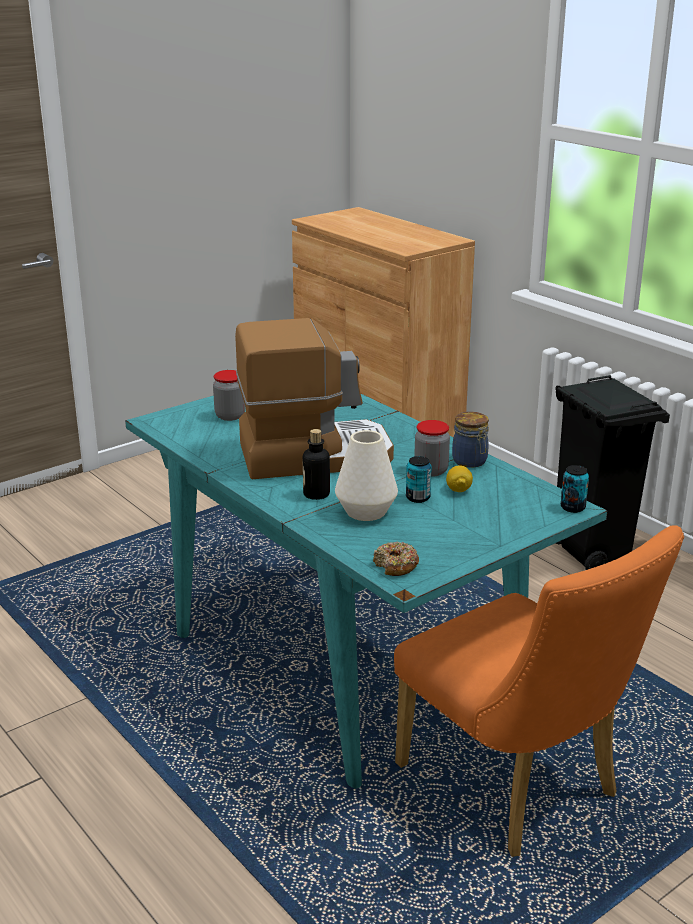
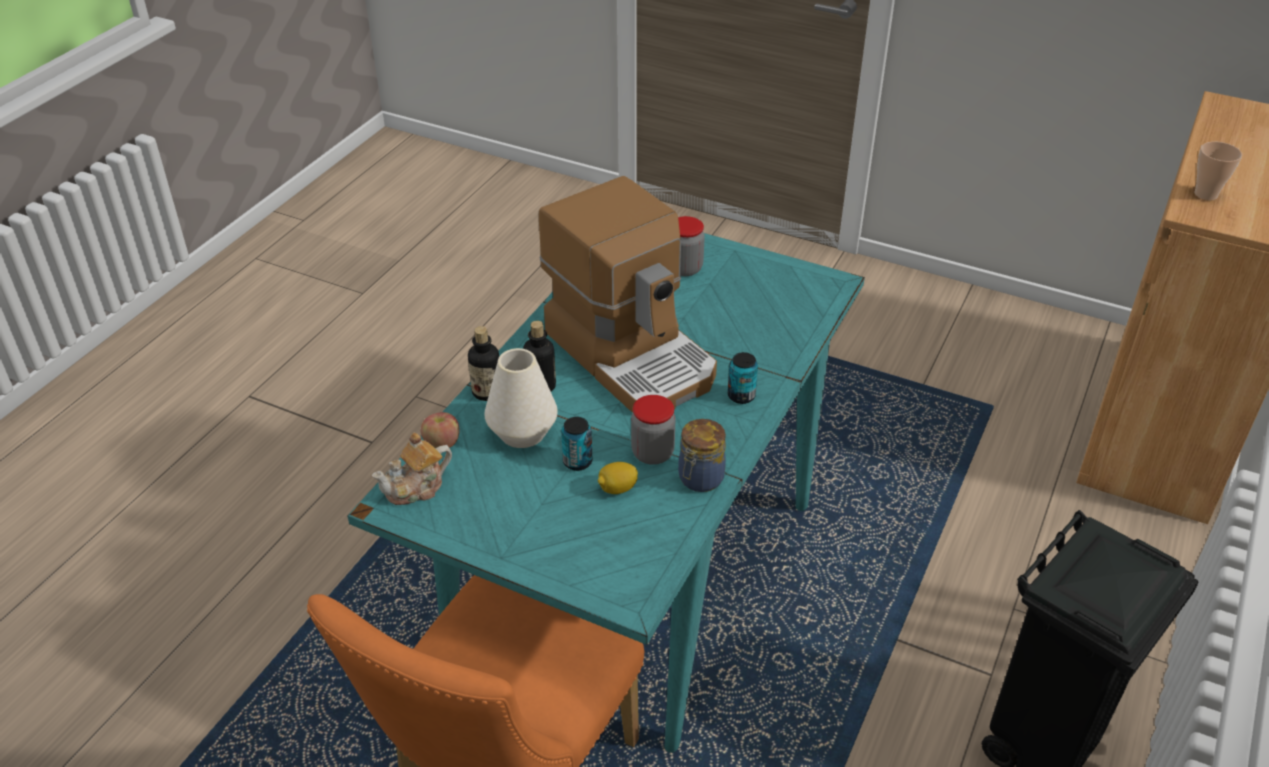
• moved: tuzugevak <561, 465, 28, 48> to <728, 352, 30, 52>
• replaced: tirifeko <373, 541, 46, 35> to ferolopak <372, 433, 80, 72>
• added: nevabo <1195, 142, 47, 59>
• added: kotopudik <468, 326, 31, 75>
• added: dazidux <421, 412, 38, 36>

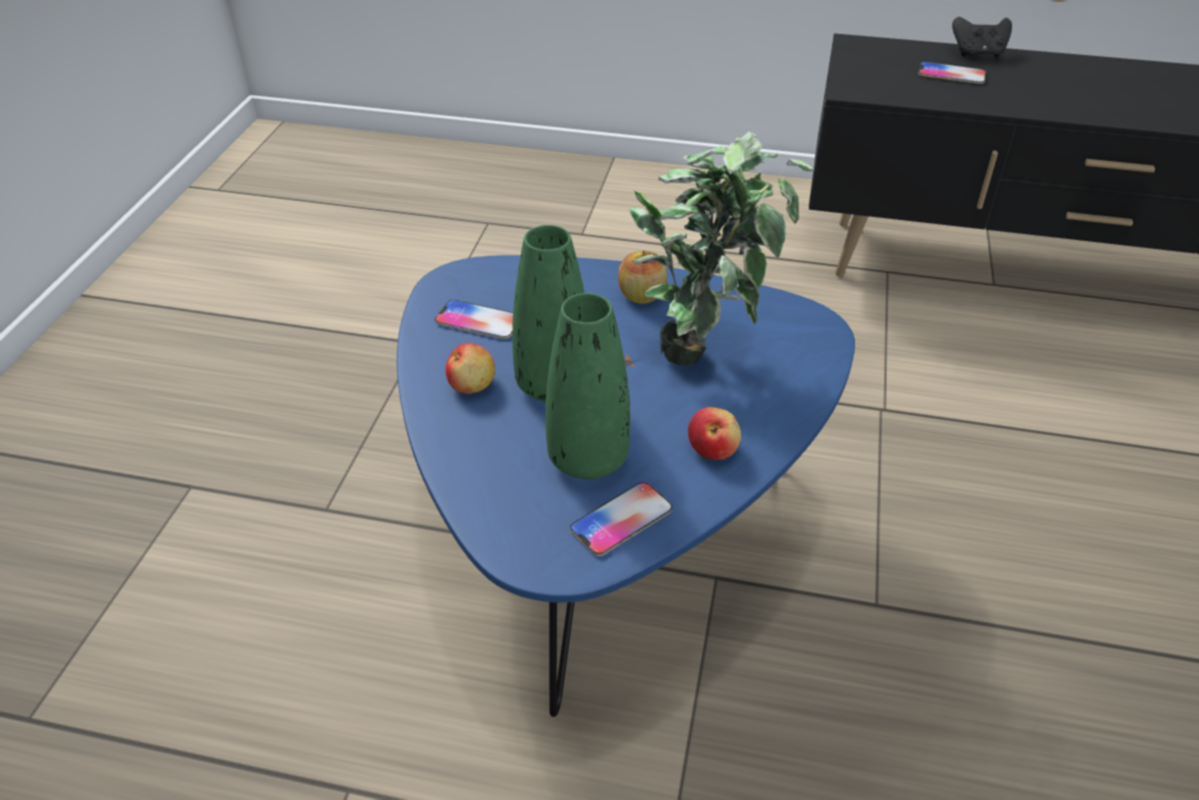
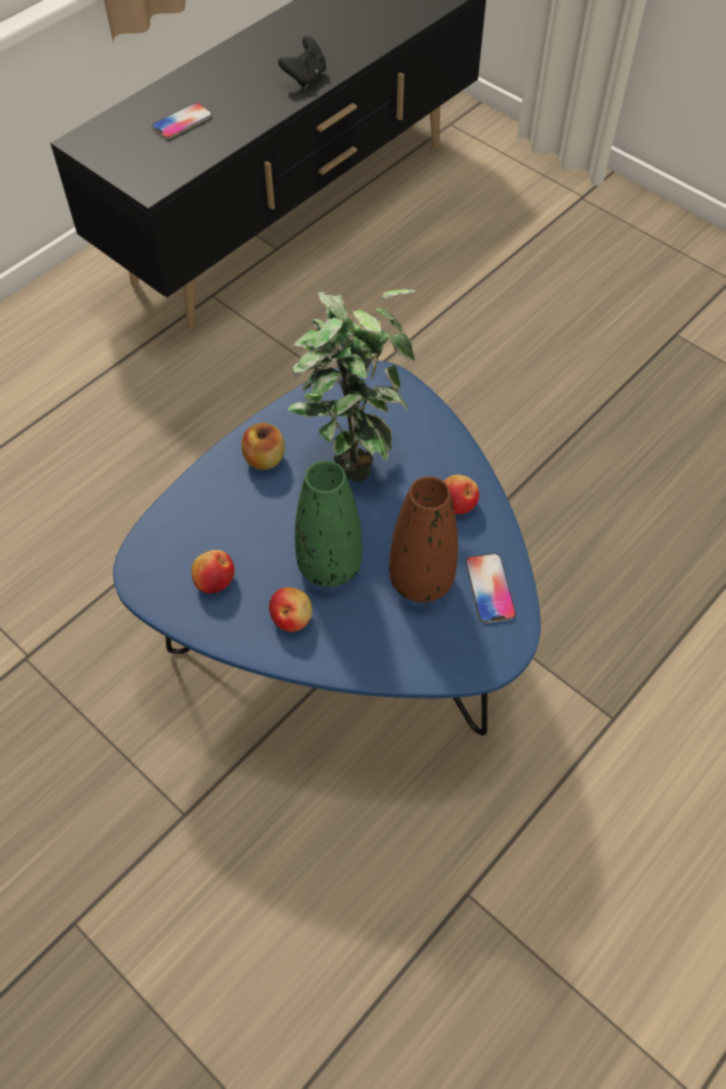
• moved: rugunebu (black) <952, 17, 60, 41> to <278, 36, 48, 51>
• recoloured: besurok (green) <545, 293, 85, 186> to besurok (brown) <389, 476, 69, 126>
• replaced: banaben <435, 300, 78, 39> to dazidux <192, 550, 43, 43>

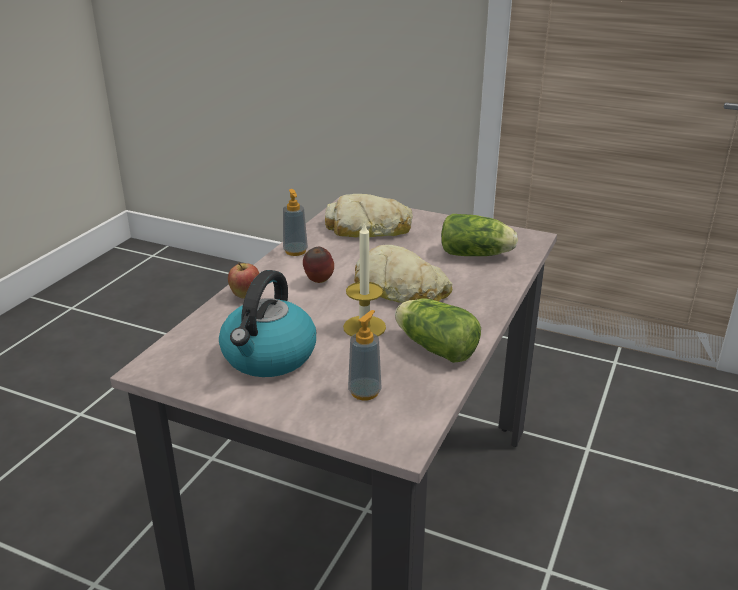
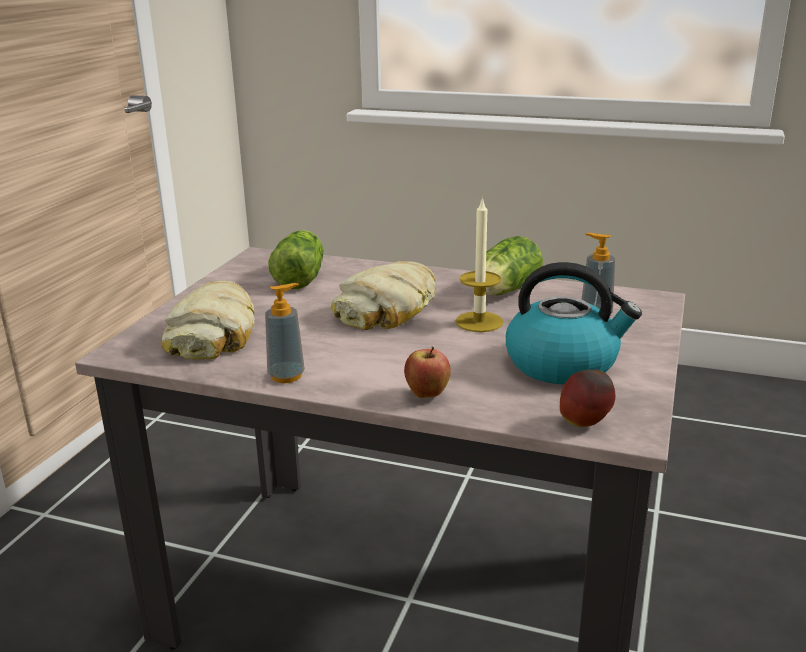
• moved: dazidux <303, 247, 31, 36> to <560, 369, 55, 58>

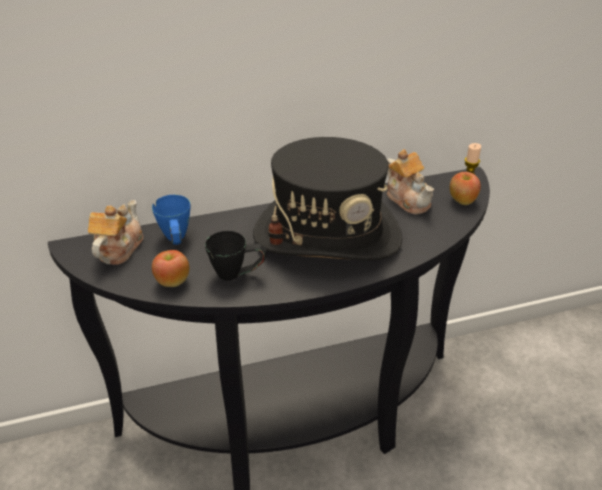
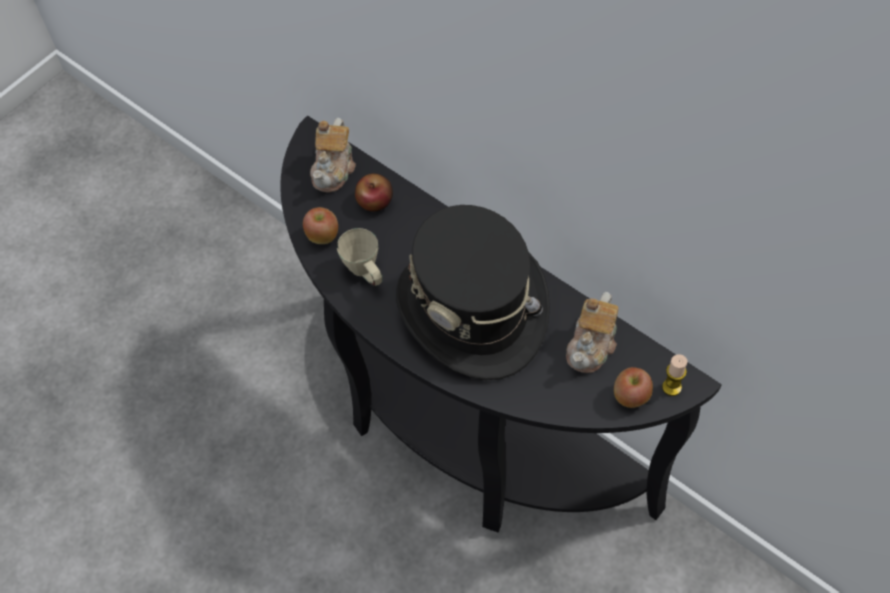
• replaced: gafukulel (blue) <152, 195, 38, 50> to dazidux <355, 173, 38, 39>
• turned: ferolopak <88, 200, 55, 65> = <310, 118, 46, 75> 120 degrees clockwise
• recoloured: gafukulel (black) <205, 231, 61, 50> to gafukulel (beige) <337, 228, 46, 58>

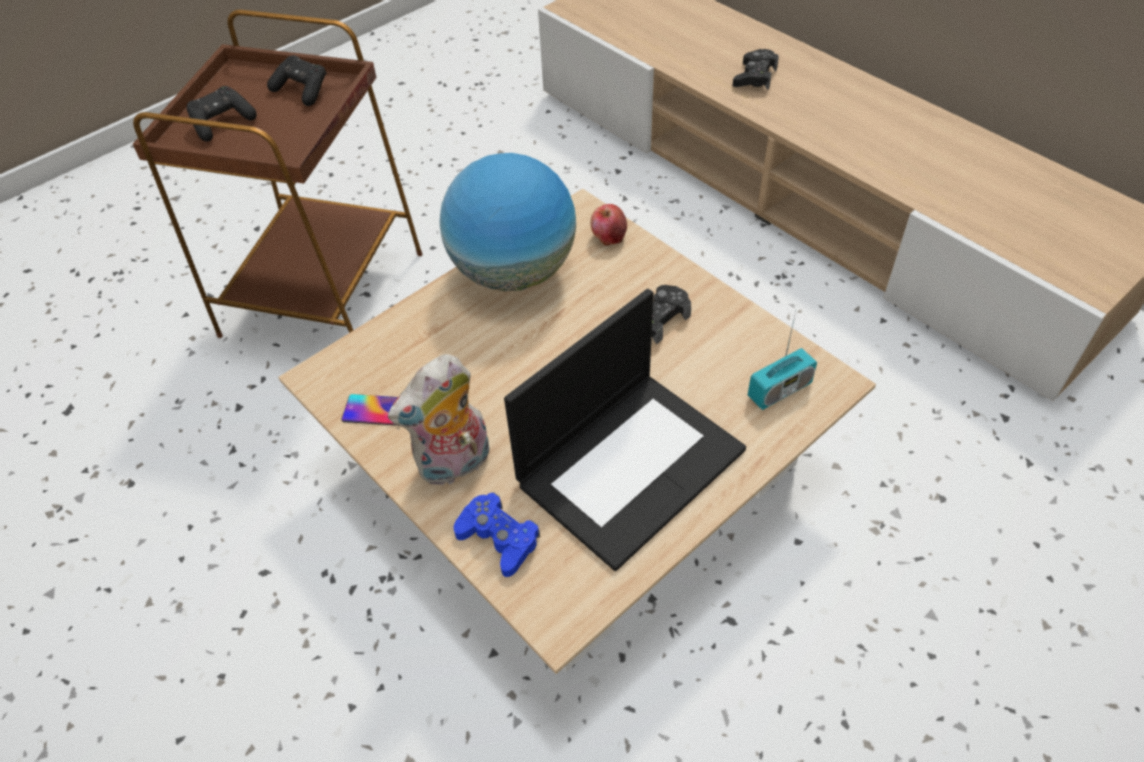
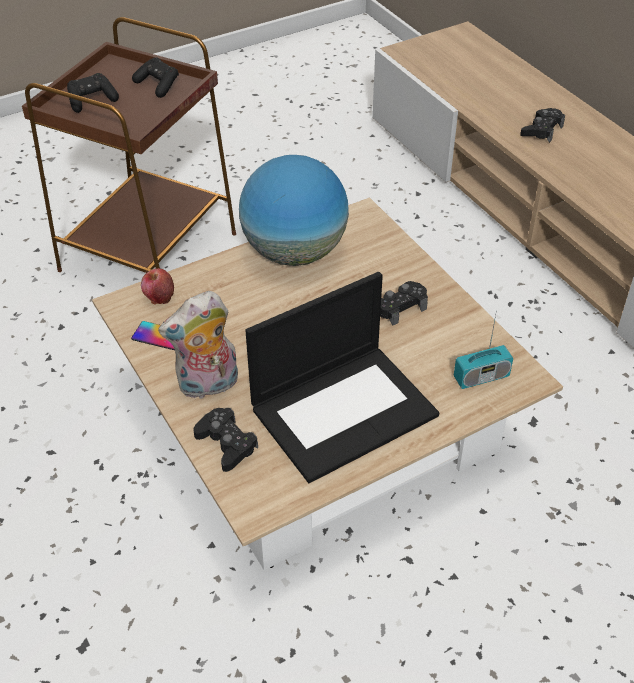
• moved: dazidux <590, 204, 37, 42> to <141, 268, 33, 36>
• recoloured: rugunebu (blue) <454, 493, 86, 84> to rugunebu (black) <194, 408, 64, 64>

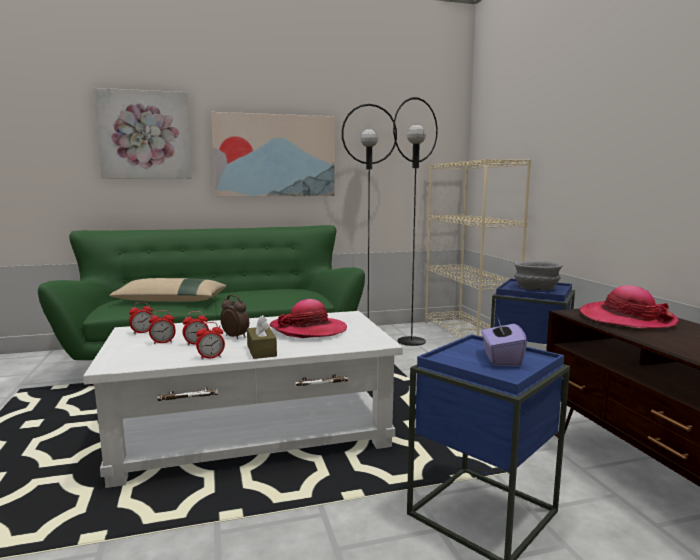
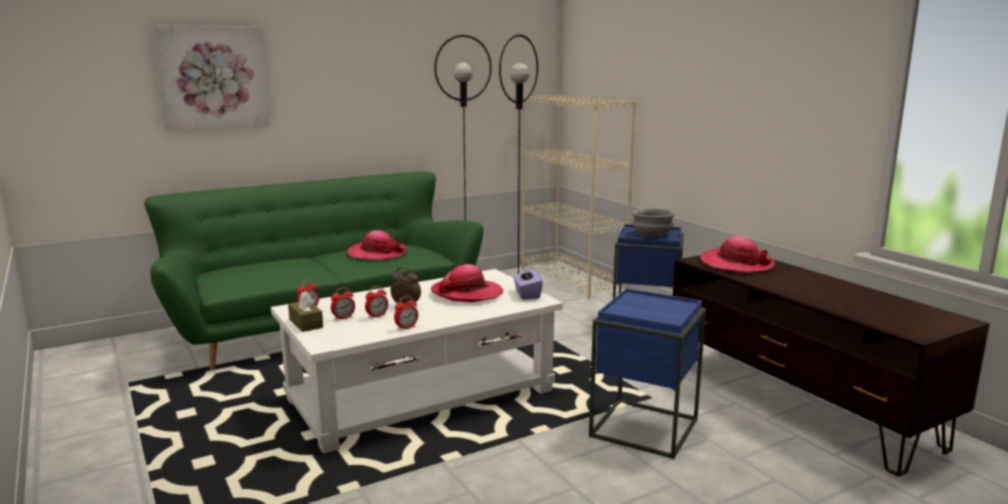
• removed: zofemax <211, 112, 124, 85>
• removed: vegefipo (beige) <109, 278, 117, 24>
• moved: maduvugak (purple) <481, 314, 46, 53> to <513, 266, 30, 33>
• moved: maduvugak (brown) <247, 315, 30, 44> to <288, 291, 35, 41>
• added: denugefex <347, 230, 60, 30>

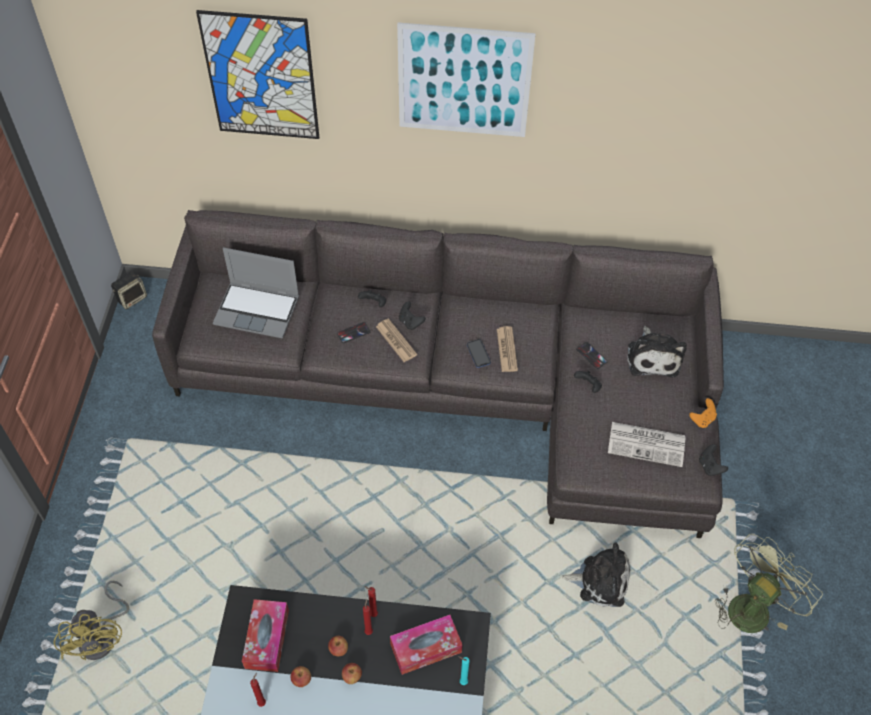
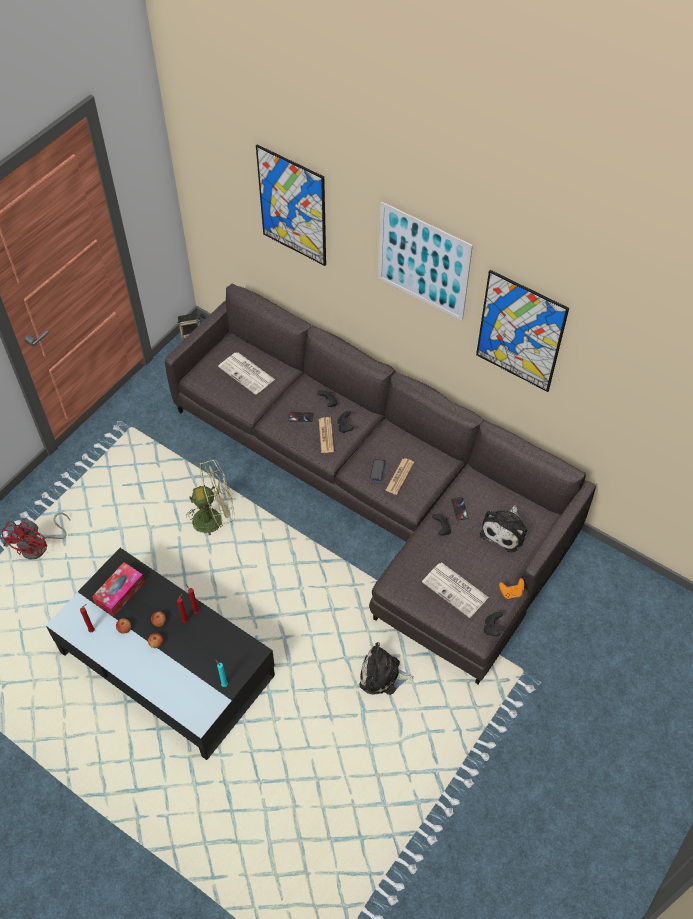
• replaced: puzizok <213, 247, 86, 92> to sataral <218, 352, 57, 43>
• moved: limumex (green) <715, 534, 108, 99> to <186, 460, 49, 76>
• turned: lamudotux <562, 542, 68, 65> = <359, 642, 55, 53> 150 degrees clockwise
• recoloured: limumex (yellow) <54, 581, 75, 79> to limumex (red) <2, 512, 68, 48>
• removed: maduvugak <390, 615, 72, 60>
• added: zofemax <476, 270, 93, 122>

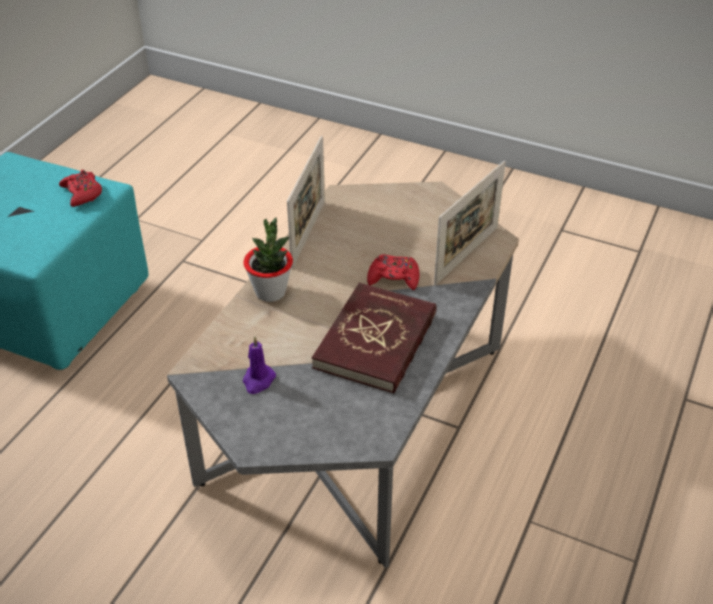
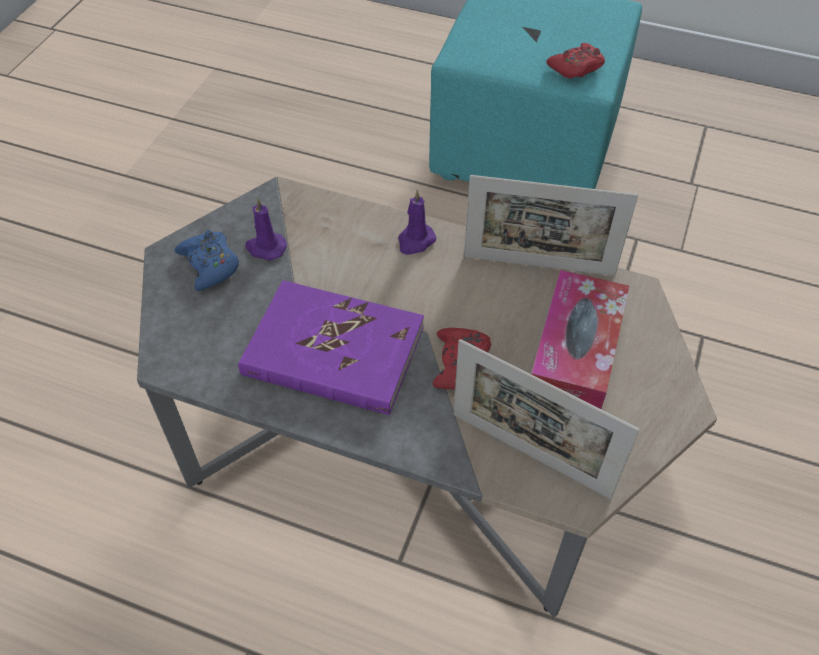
• replaced: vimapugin <243, 217, 50, 85> to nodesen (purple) <398, 190, 38, 65>
• recoloured: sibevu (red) <312, 283, 125, 111> to sibevu (purple) <238, 280, 186, 135>
• added: rugunebu (blue) <175, 230, 64, 61>
• added: maduvugak <531, 270, 98, 139>

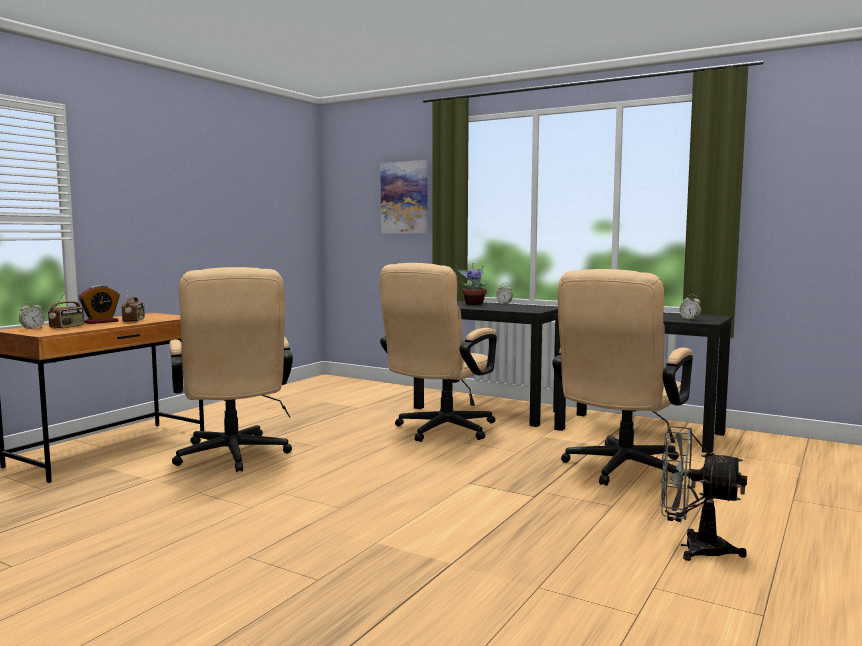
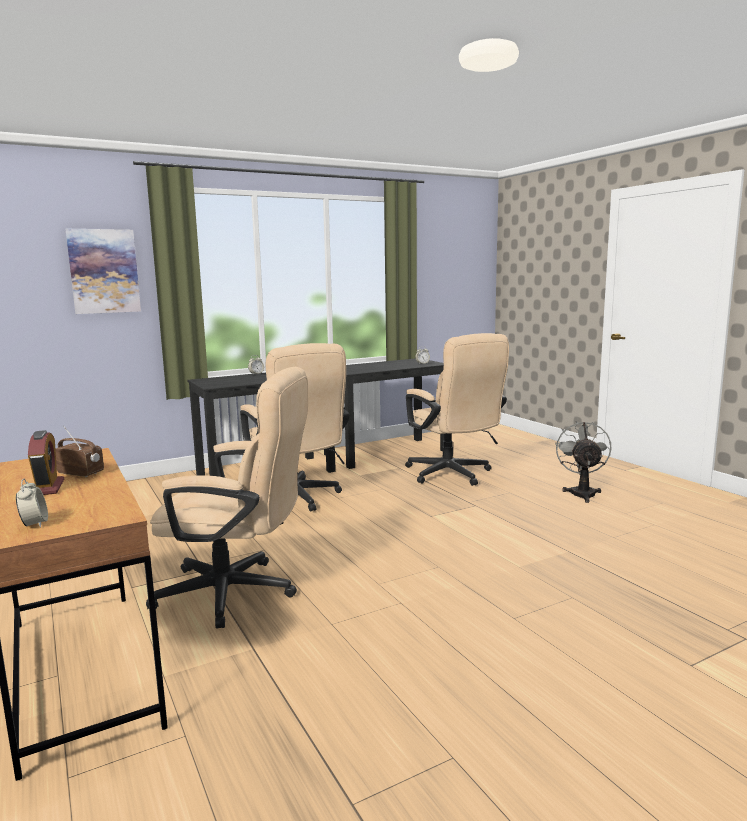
• removed: vimapugin <456, 263, 33, 42>
• removed: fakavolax <48, 291, 36, 38>
• turned: limumex (grey) <660, 426, 87, 135> = <555, 421, 56, 82> 135 degrees clockwise

